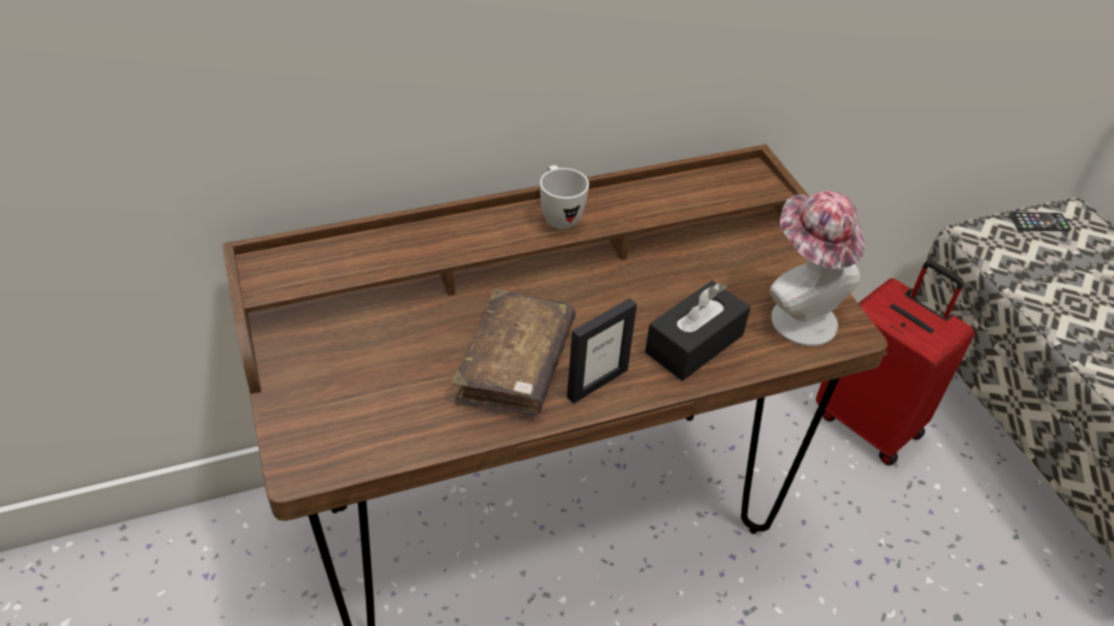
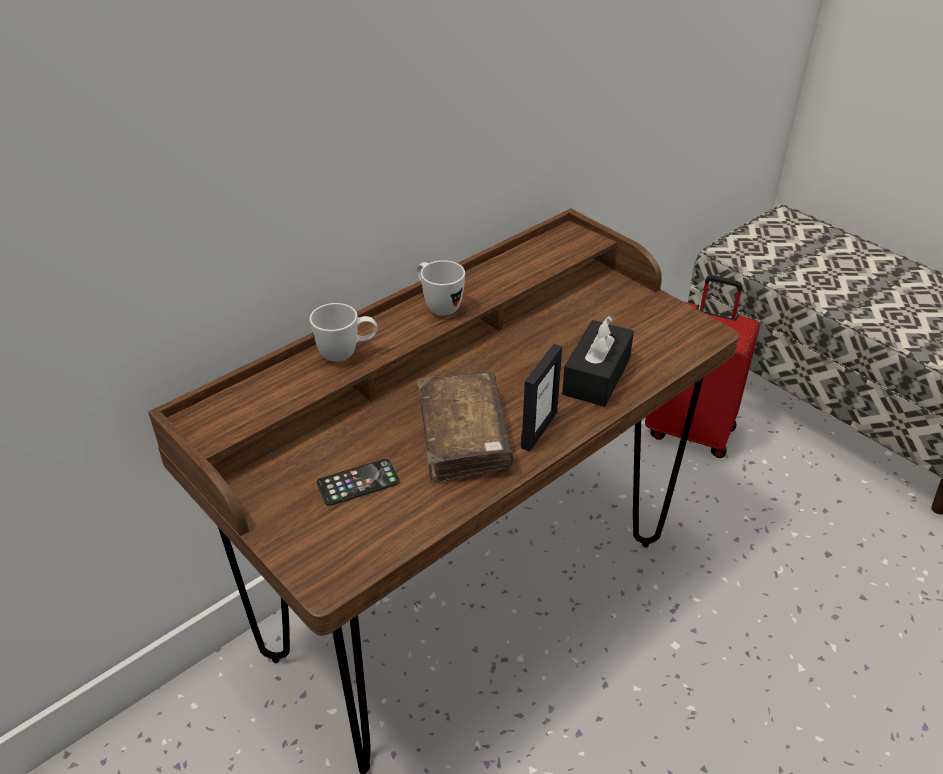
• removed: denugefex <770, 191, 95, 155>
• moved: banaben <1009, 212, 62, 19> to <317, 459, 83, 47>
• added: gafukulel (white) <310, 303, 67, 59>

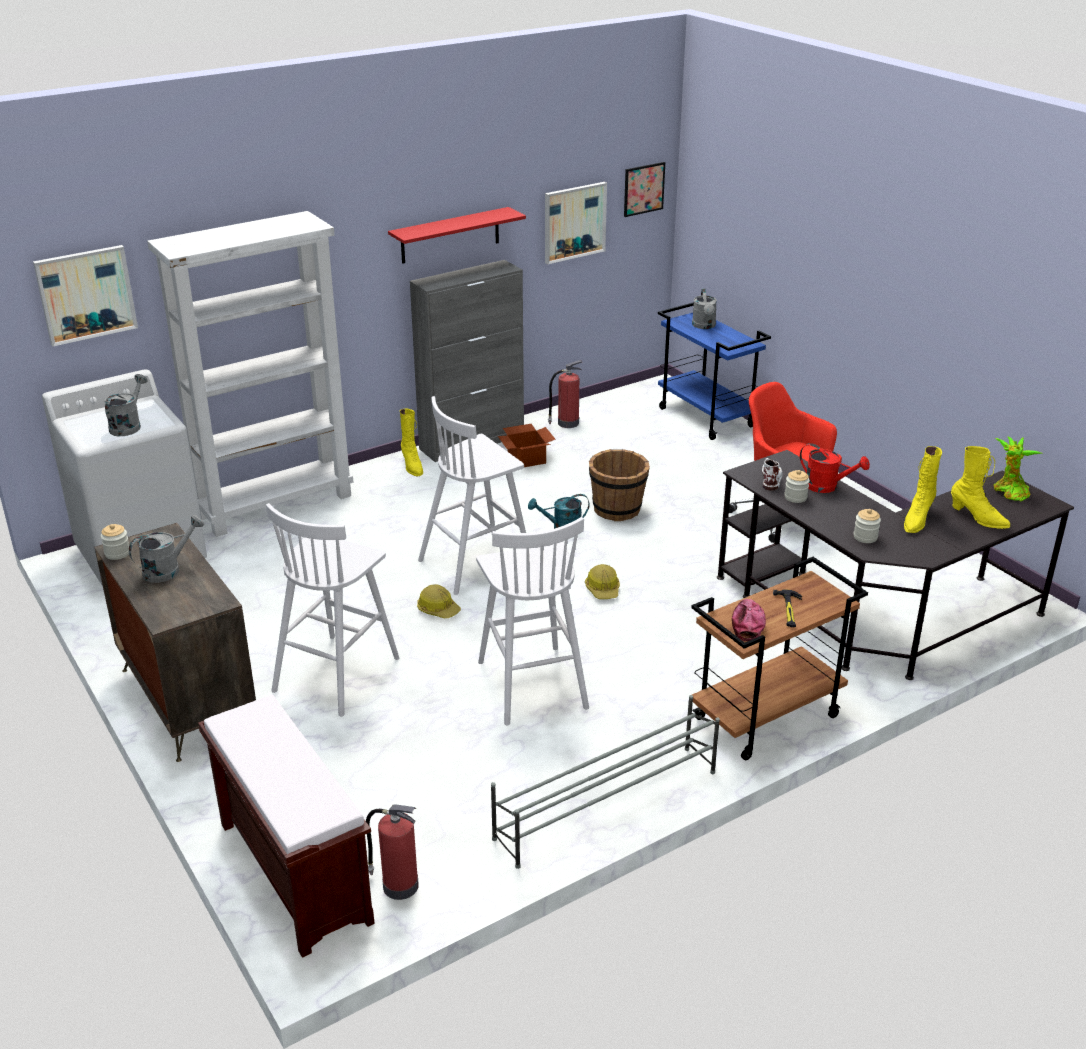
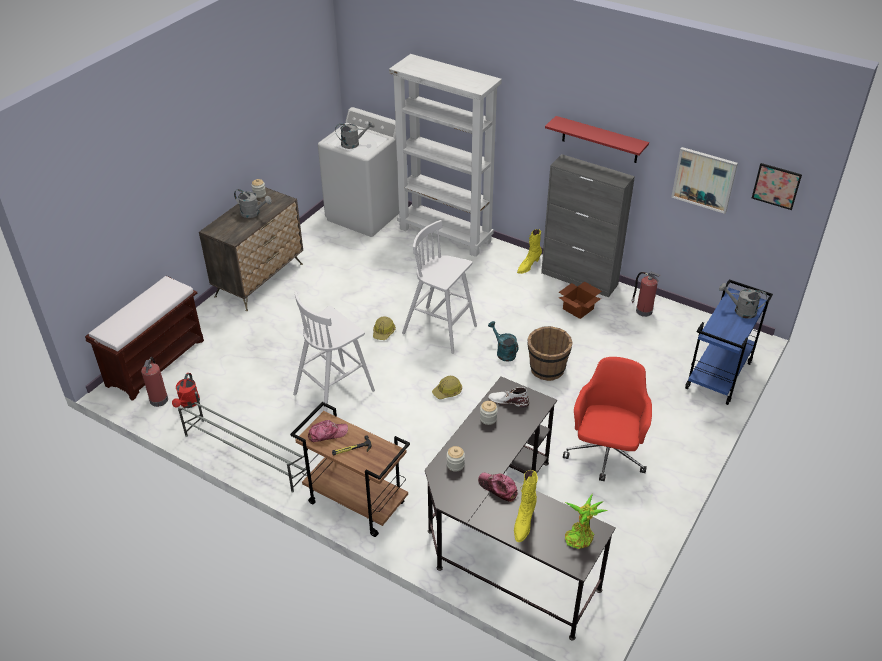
• removed: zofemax <33, 245, 105, 101>
• turned: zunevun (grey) <692, 289, 25, 40> = <719, 283, 48, 36> 45 degrees clockwise
• moved: zunevun (red) <800, 443, 70, 50> to <172, 373, 28, 35>
• replaced: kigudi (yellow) <904, 446, 38, 87> to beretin <478, 472, 40, 30>
• turned: kigudi (white) <762, 458, 21, 33> = <488, 387, 41, 20> 150 degrees counterclockwise
• removed: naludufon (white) <266, 503, 133, 213>

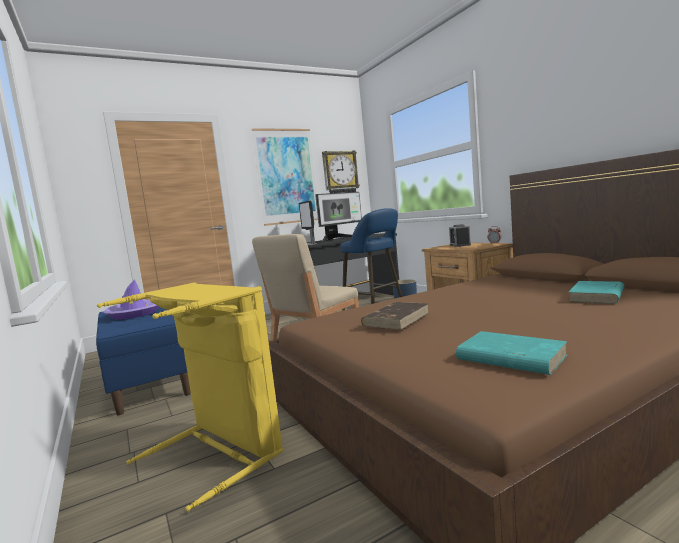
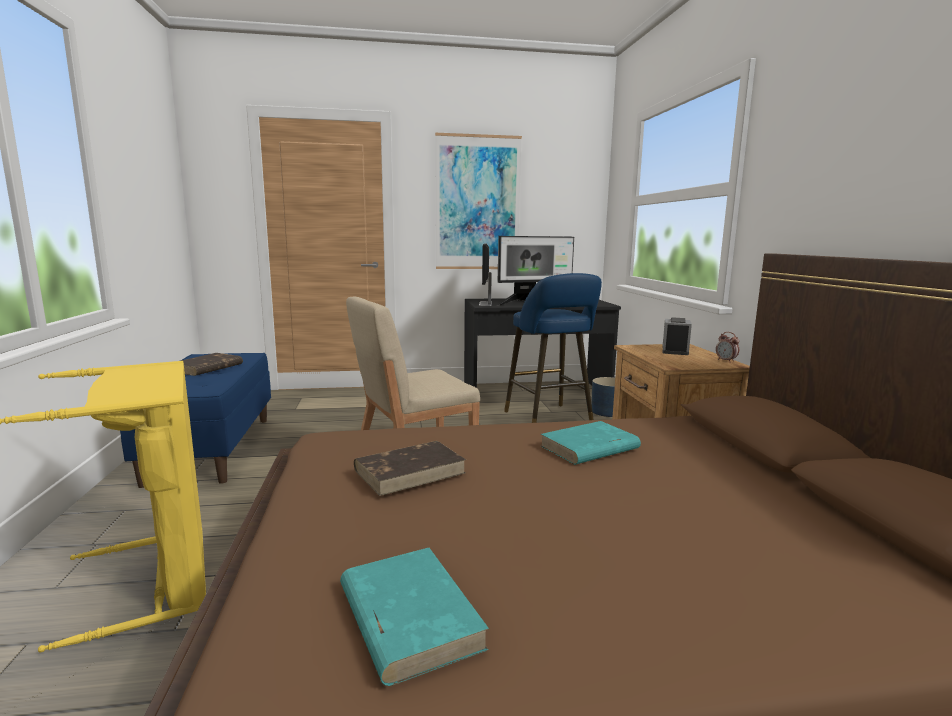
• removed: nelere <322, 150, 38, 43>
• replaced: denugefex (purple) <103, 279, 56, 40> to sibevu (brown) <181, 353, 62, 23>
• moved: sibevu (turquoise) <568, 281, 56, 23> to <541, 421, 100, 44>

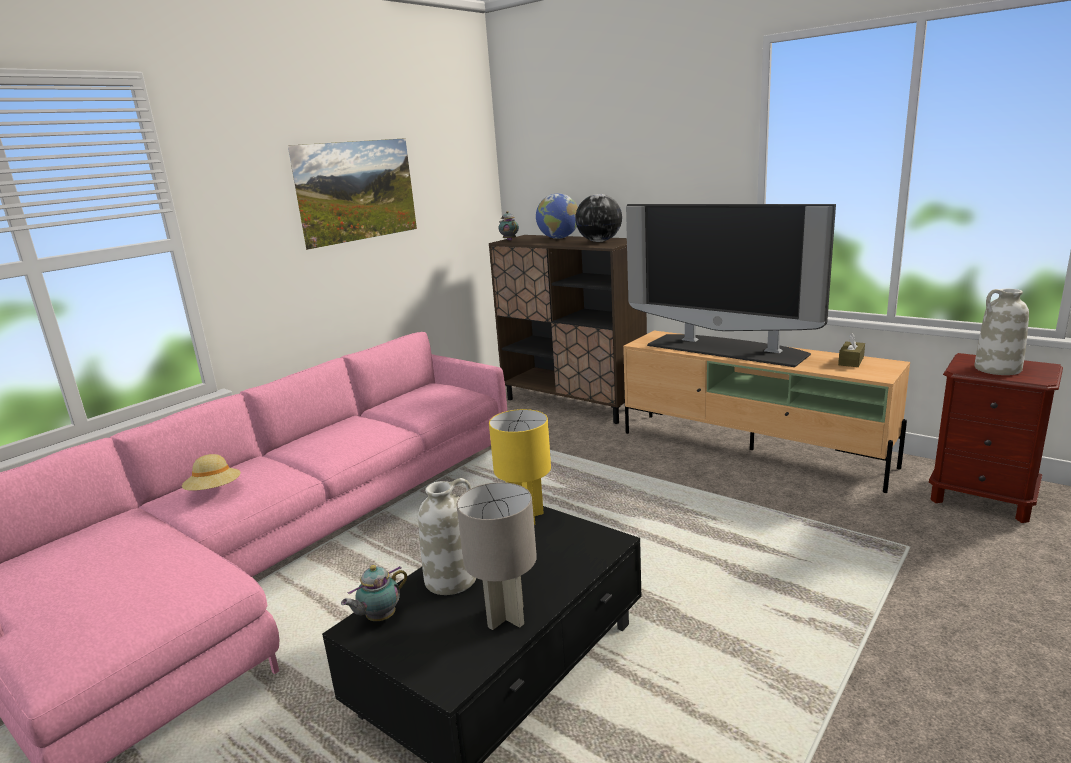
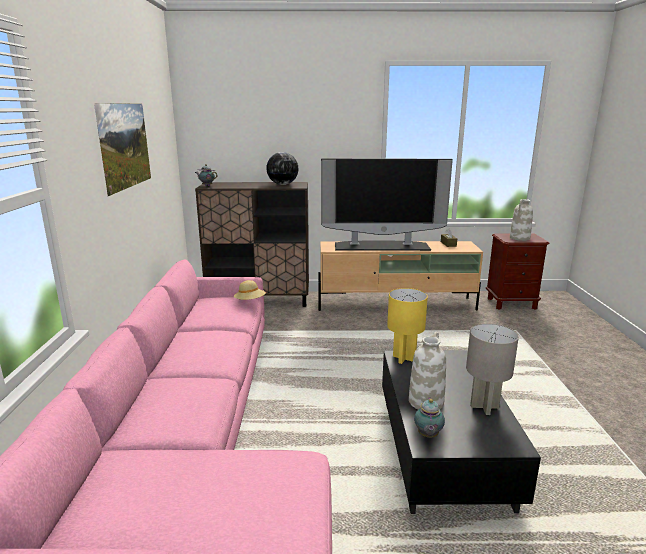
• removed: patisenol <536, 193, 42, 46>
• moved: denugefex (beige) <182, 454, 59, 37> to <234, 280, 32, 20>

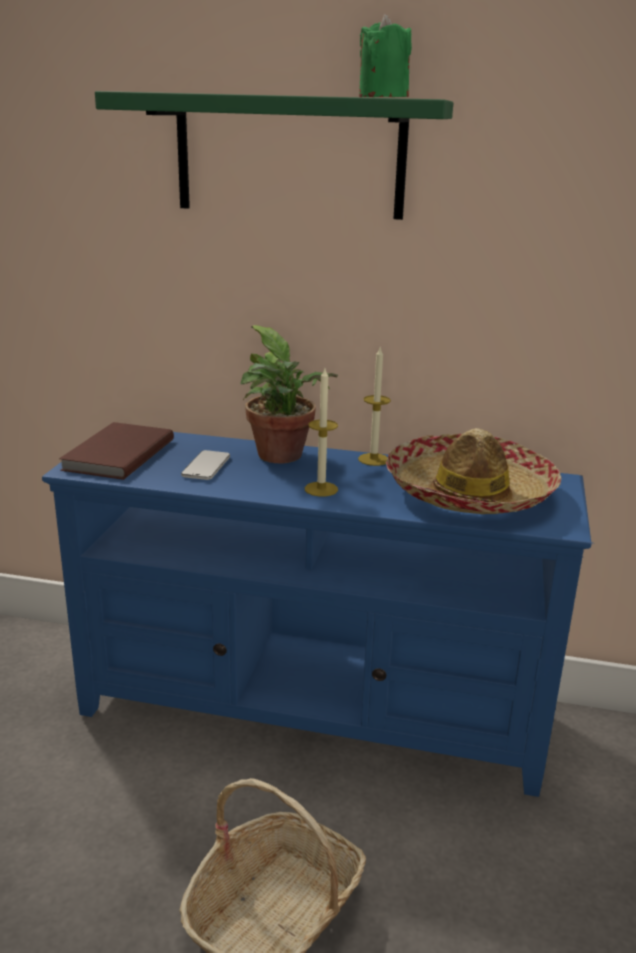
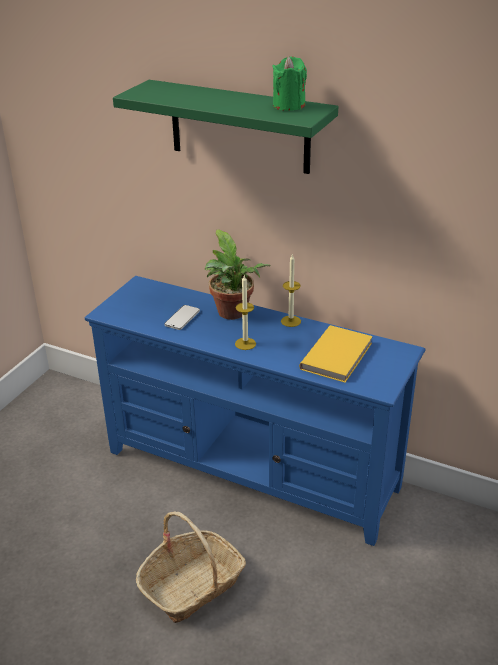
• removed: sibevu (brown) <59, 422, 115, 58>
• replaced: denugefex <386, 428, 175, 86> to sibevu (yellow) <299, 325, 74, 58>

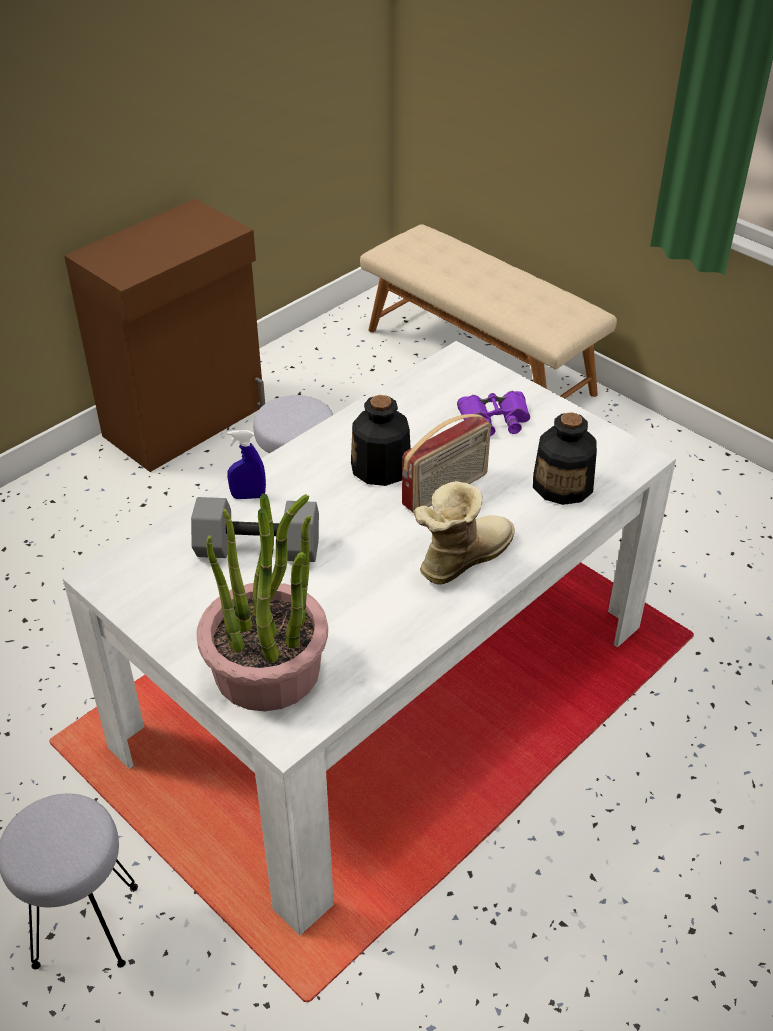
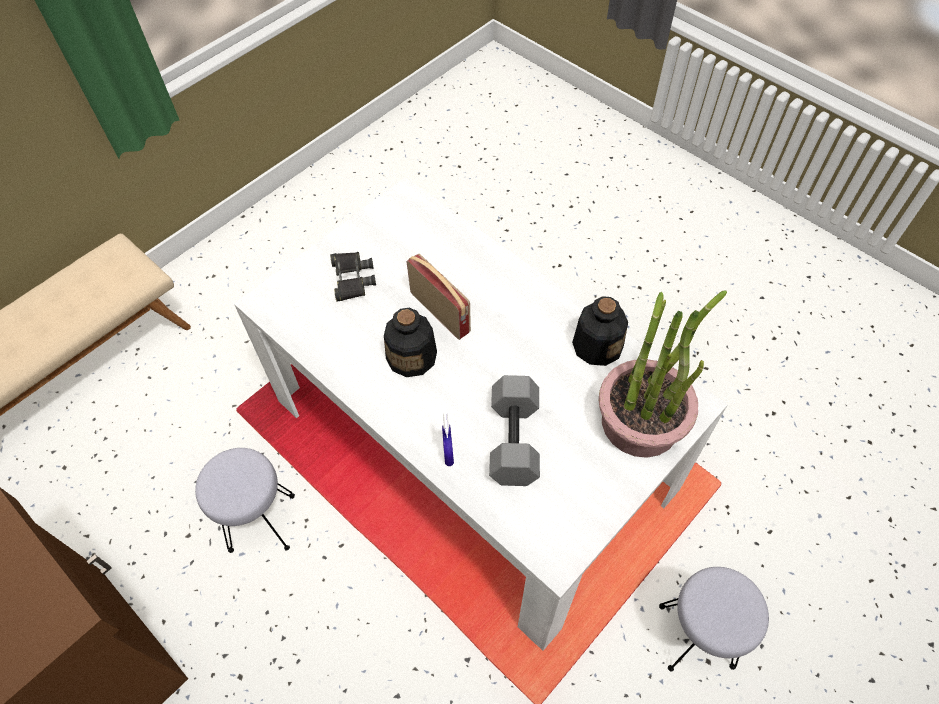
• recoloured: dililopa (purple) <457, 391, 73, 45> to dililopa (black) <330, 252, 46, 50>
• moved: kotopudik <533, 412, 64, 93> to <572, 296, 56, 70>
• removed: kigudi <414, 481, 101, 103>

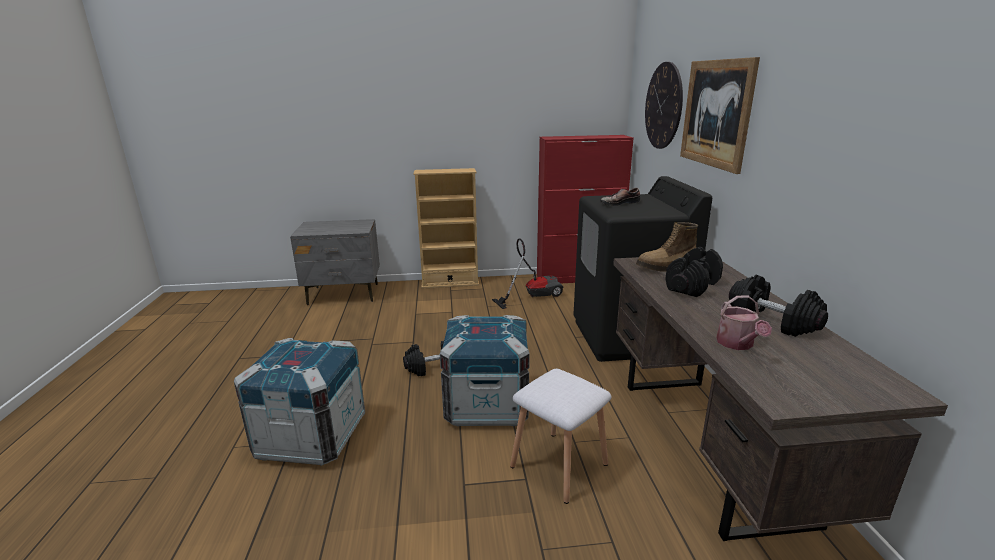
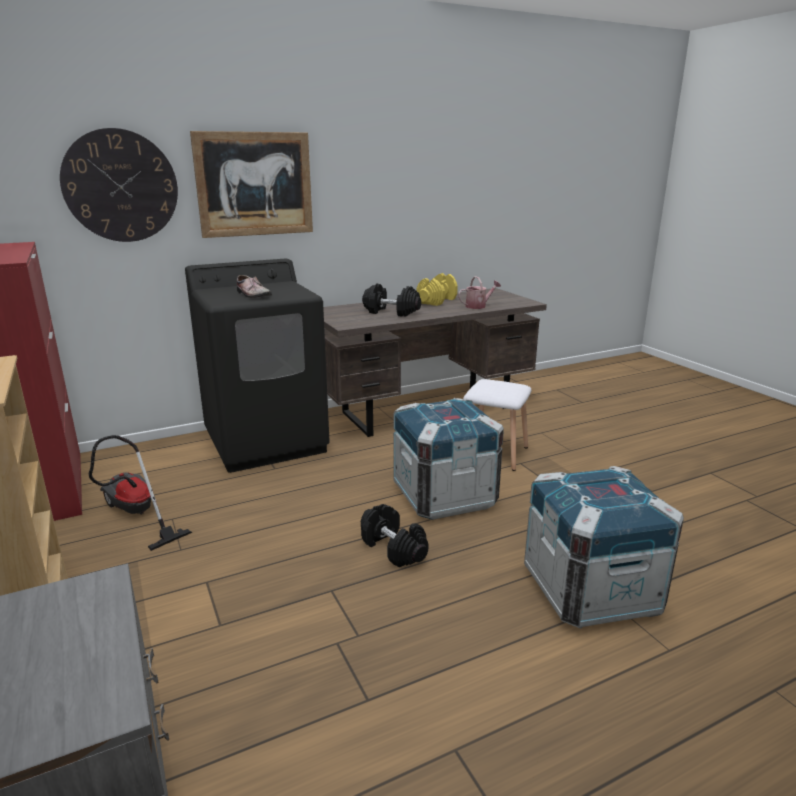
• removed: kigudi <636, 222, 62, 49>
• recoloured: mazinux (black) <729, 275, 99, 62> to mazinux (yellow) <417, 273, 41, 33>

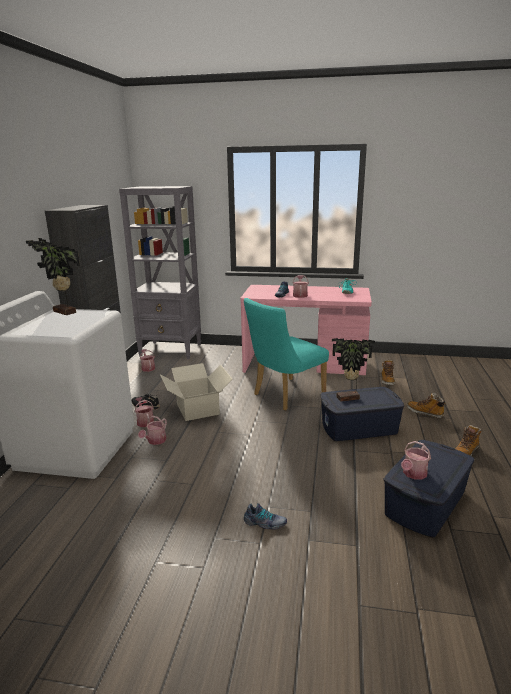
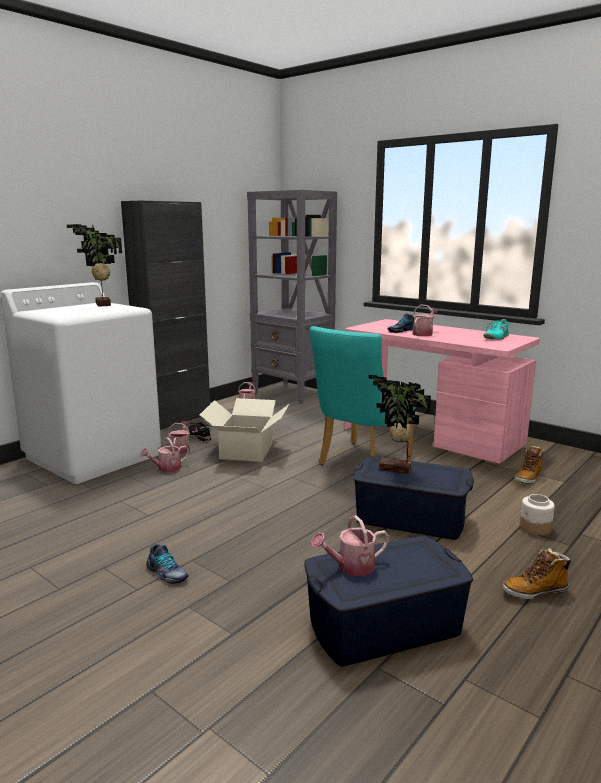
• turned: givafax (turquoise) <244, 298, 85, 113> = <309, 326, 107, 139> 45 degrees counterclockwise
• replaced: kigudi <407, 393, 39, 25> to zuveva <520, 494, 35, 41>

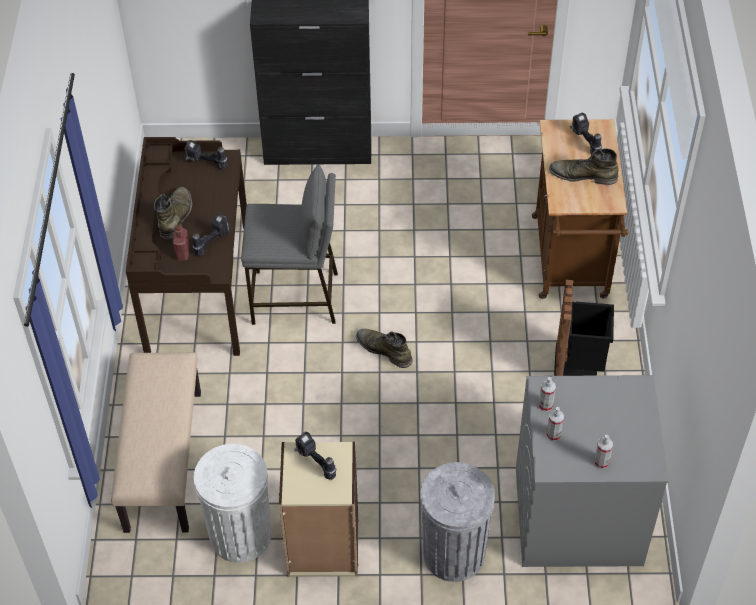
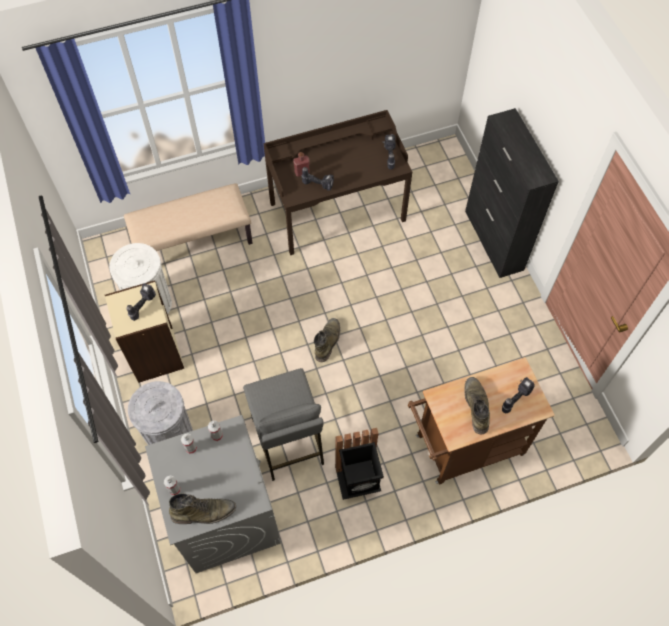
• moved: naludufon (grey) <241, 165, 97, 160> to <243, 368, 81, 113>
• moved: kigudi (green) <154, 187, 38, 53> to <169, 493, 67, 31>

